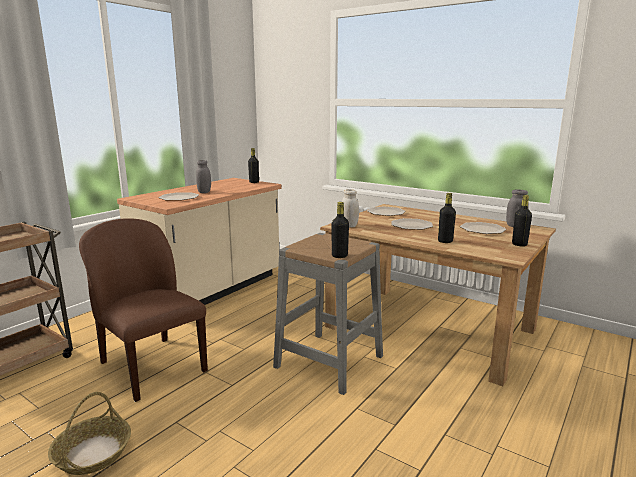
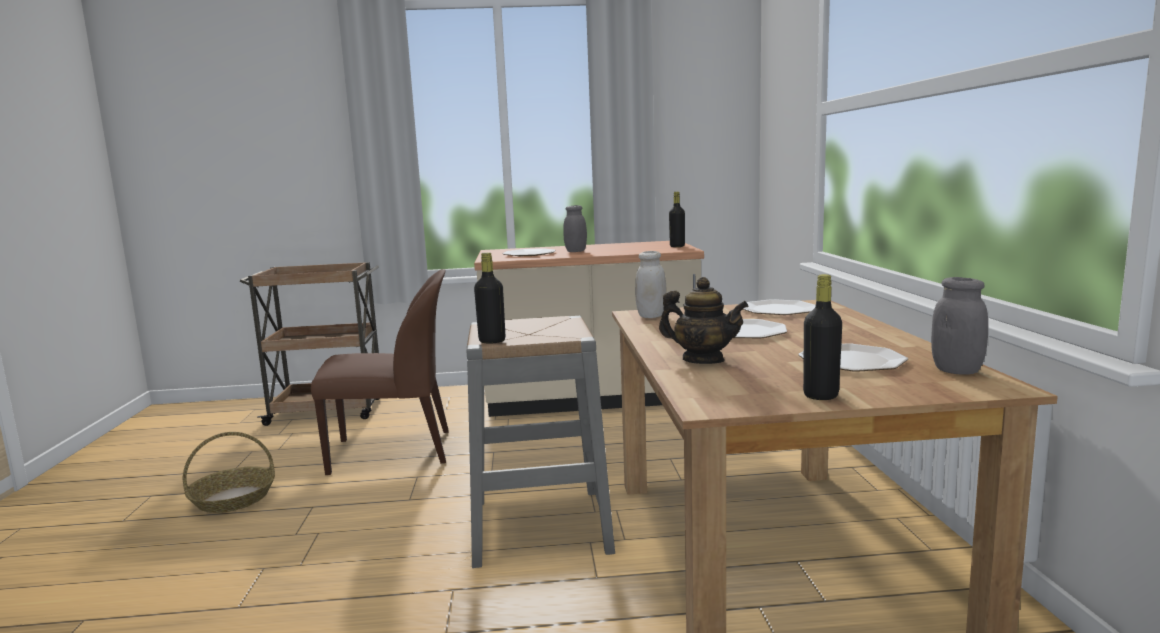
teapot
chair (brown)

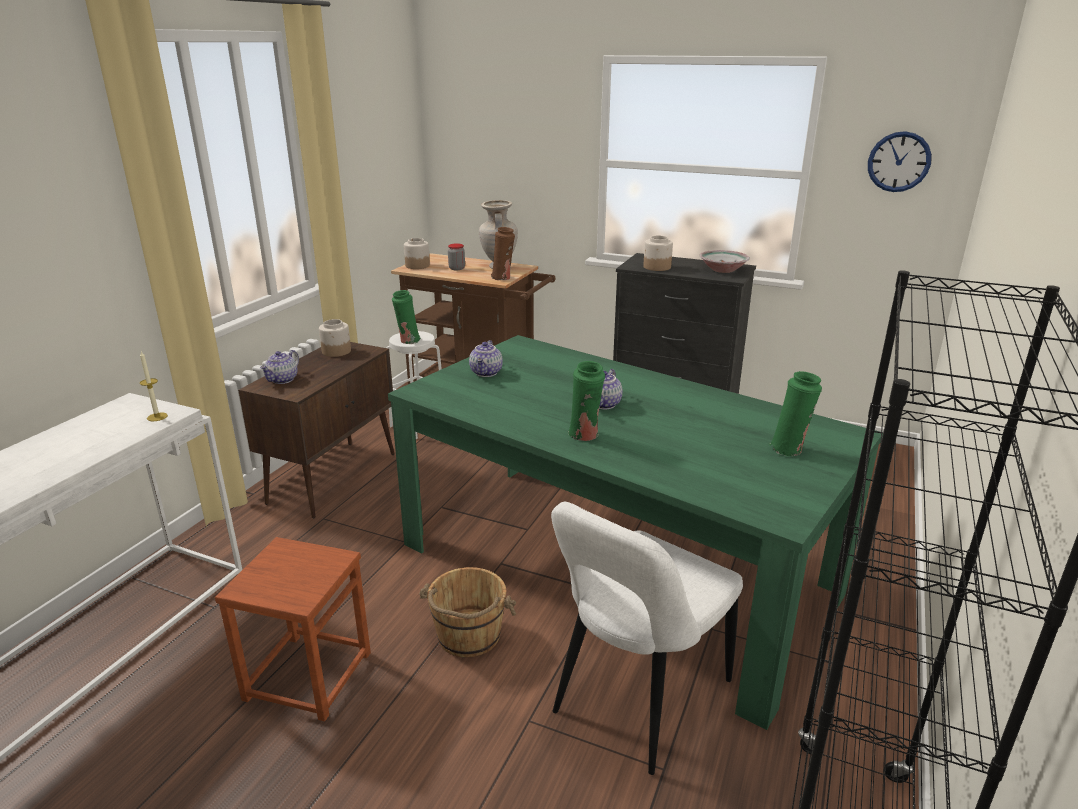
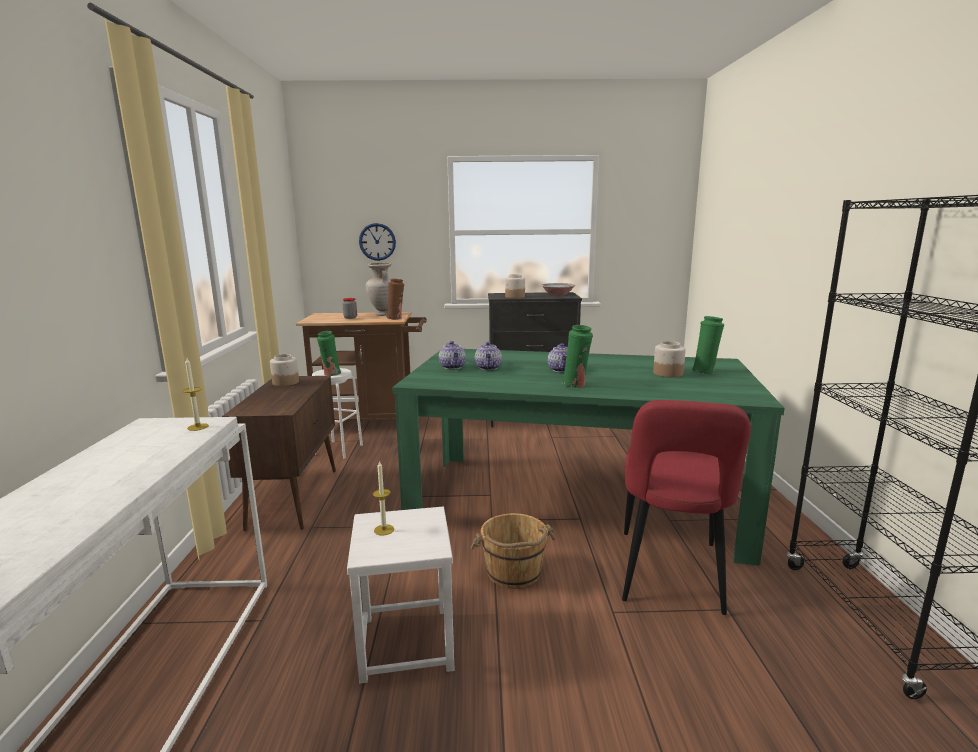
wall clock
jar (4th from left)
teapot (2nd from left)
chair (red)
stool (white) (2nd from left)
candle (2nd from left)

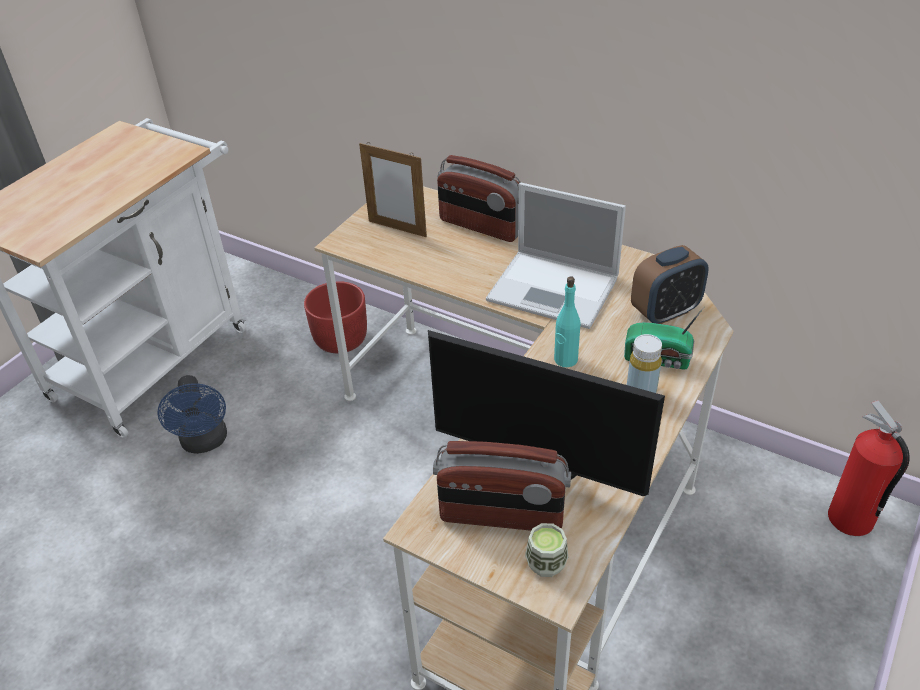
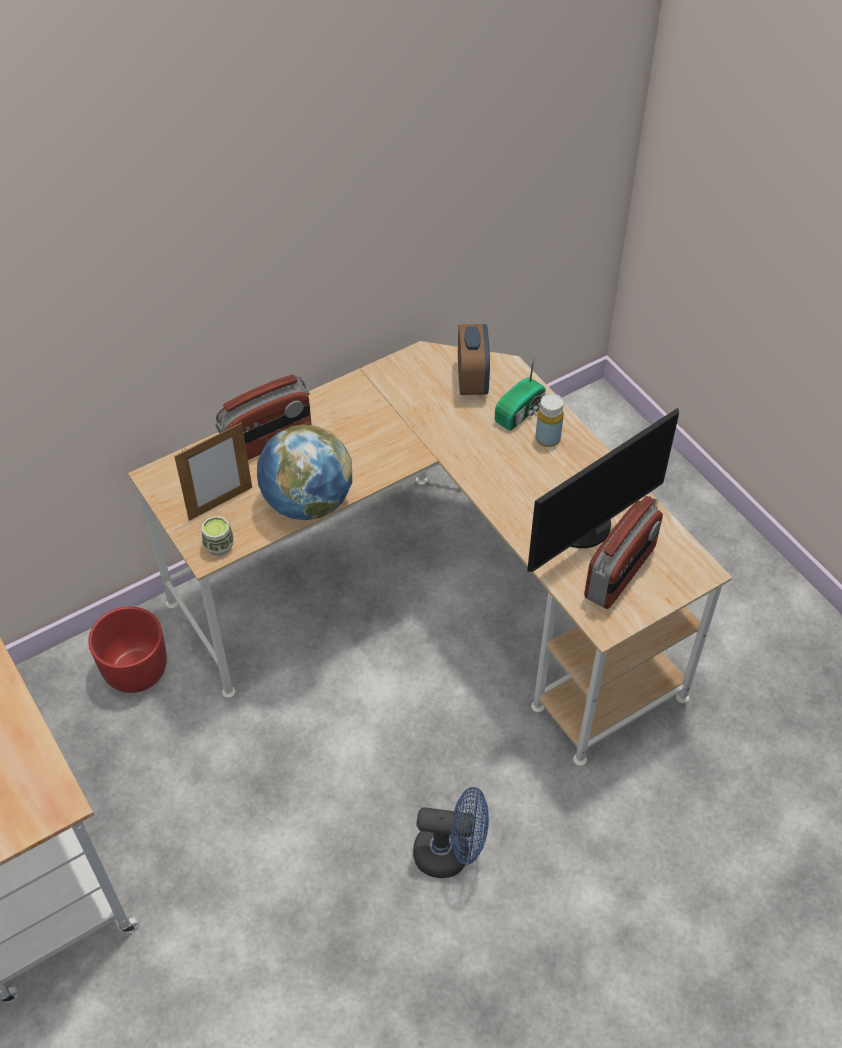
laptop
bottle (turquoise)
fan (blue)
fire extinguisher
cup
globe

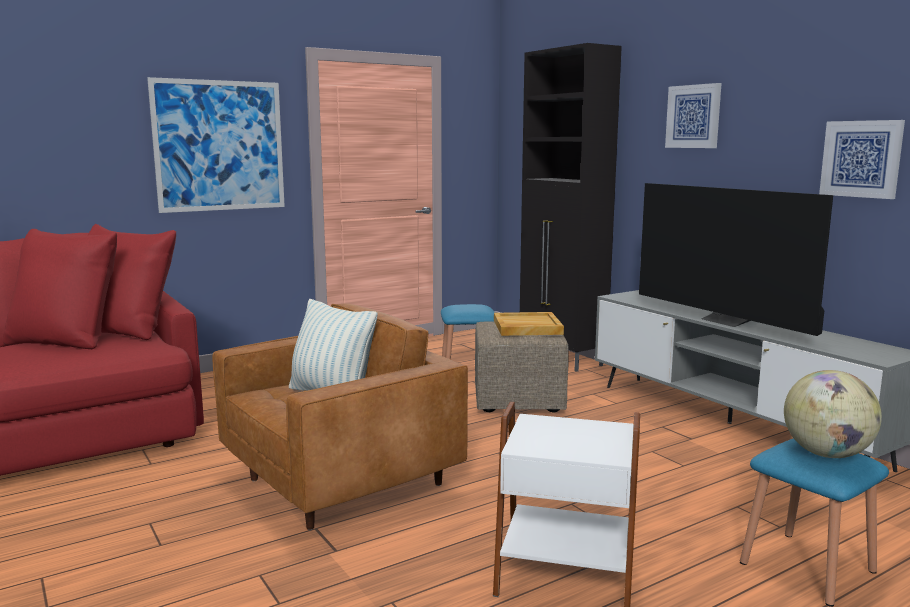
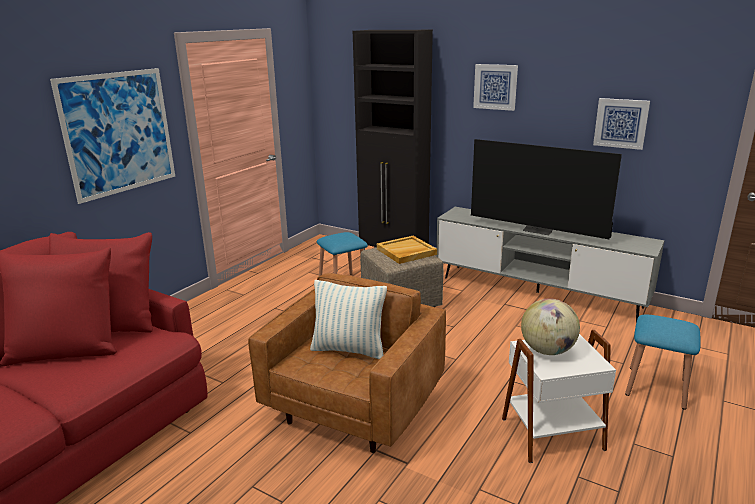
globe

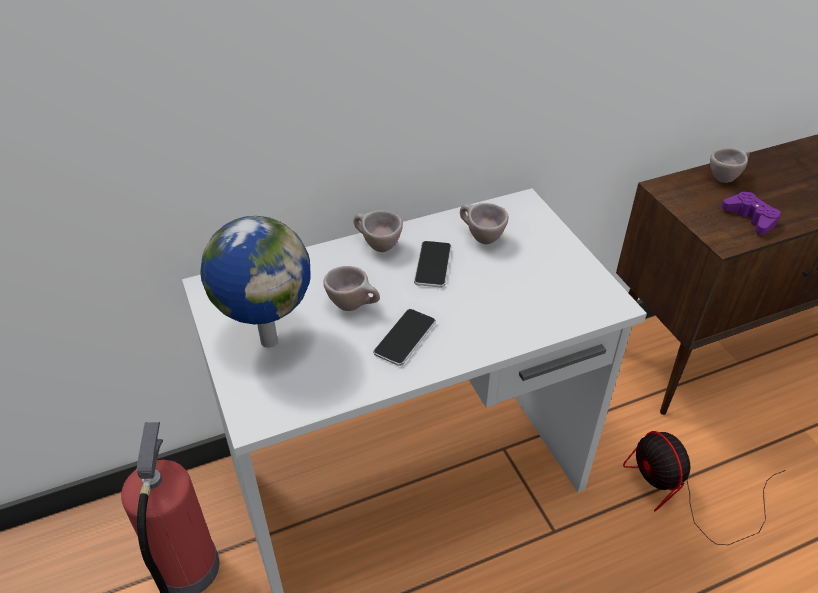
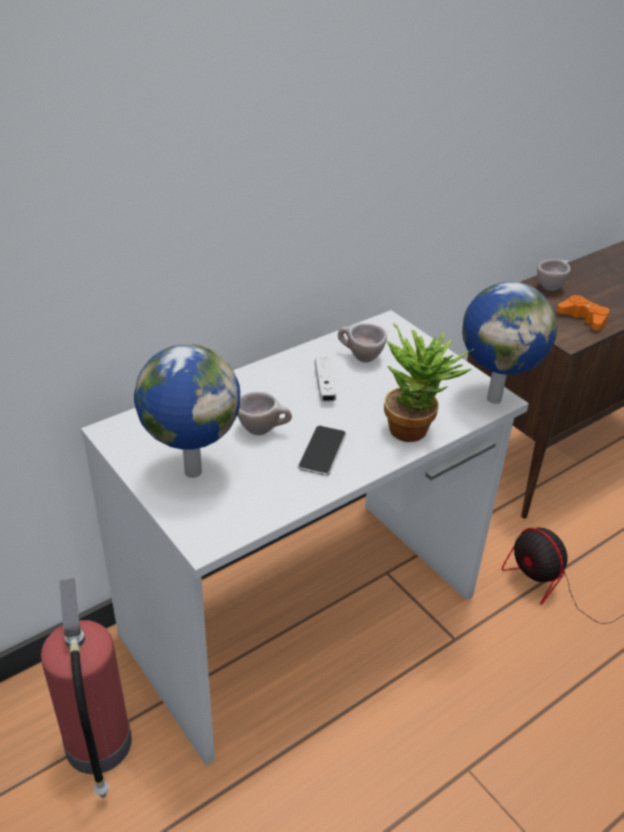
game controller (orange)
cup (beige) (2nd from left in the first image)
game controller (white)
globe (2nd from left)
potted plant

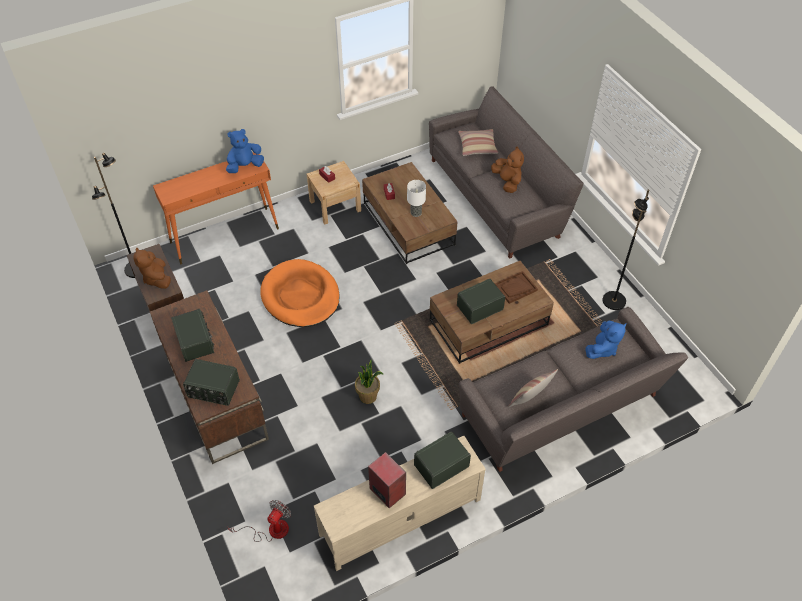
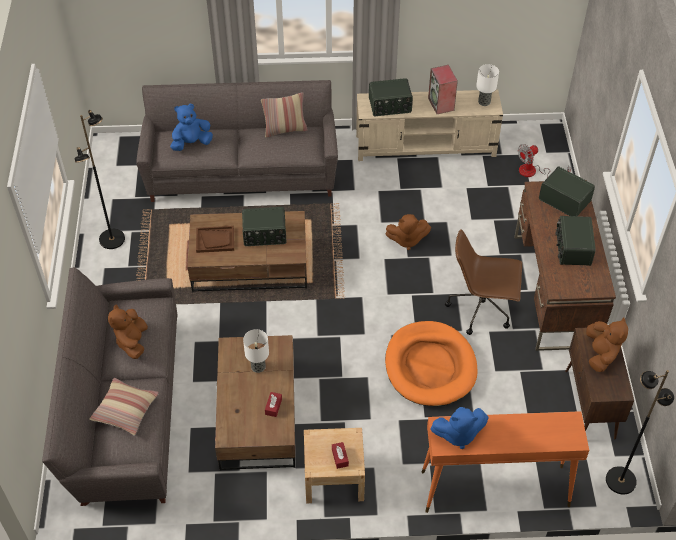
plush toy (brown) (2nd from left)
table lamp (2nd from left)
office chair (brown)

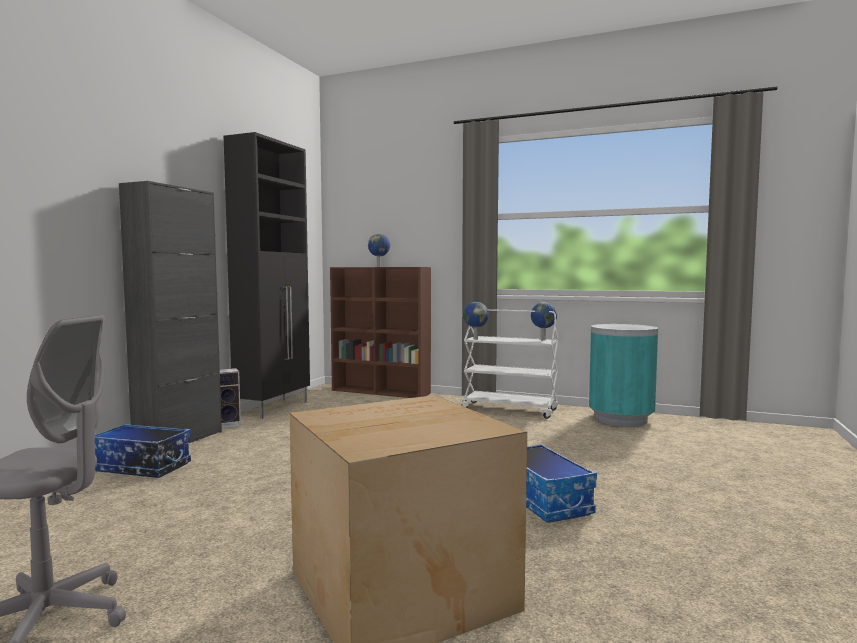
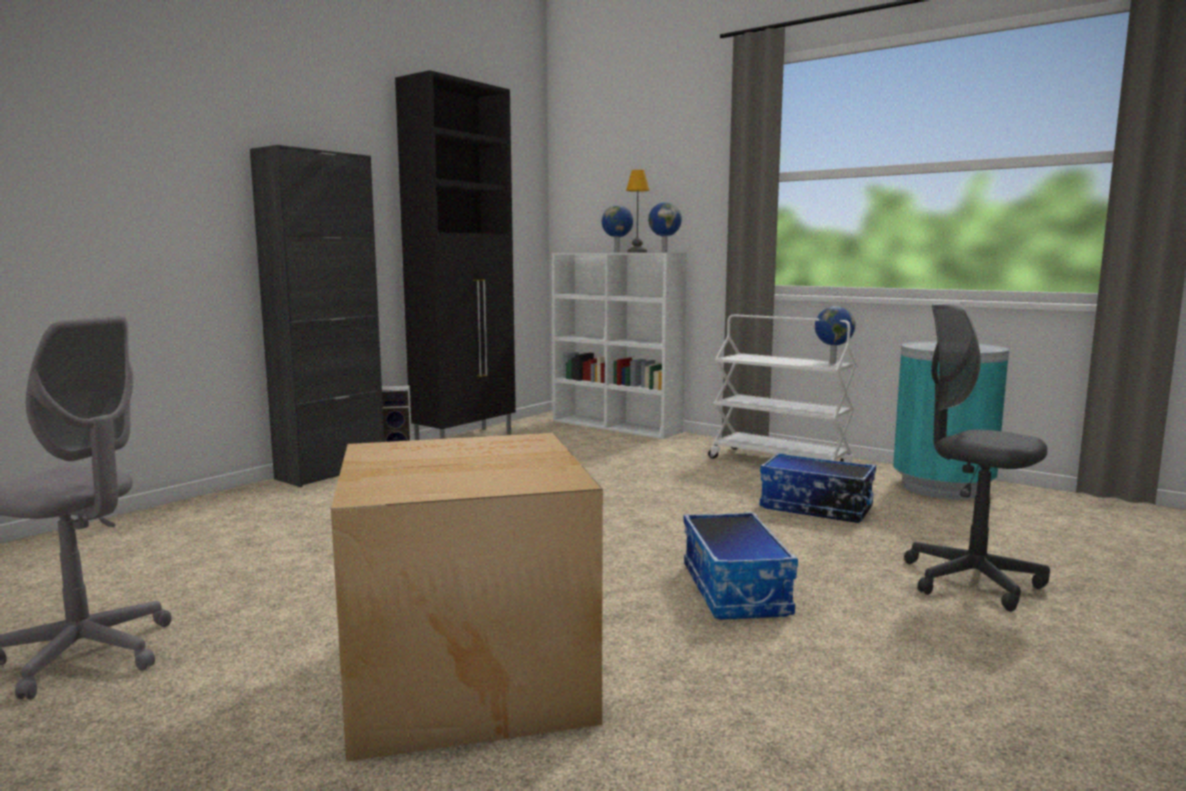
bookcase (white)
globe (2nd from left)
storage box (2nd from left)
table lamp
office chair (grey) (2nd from left)

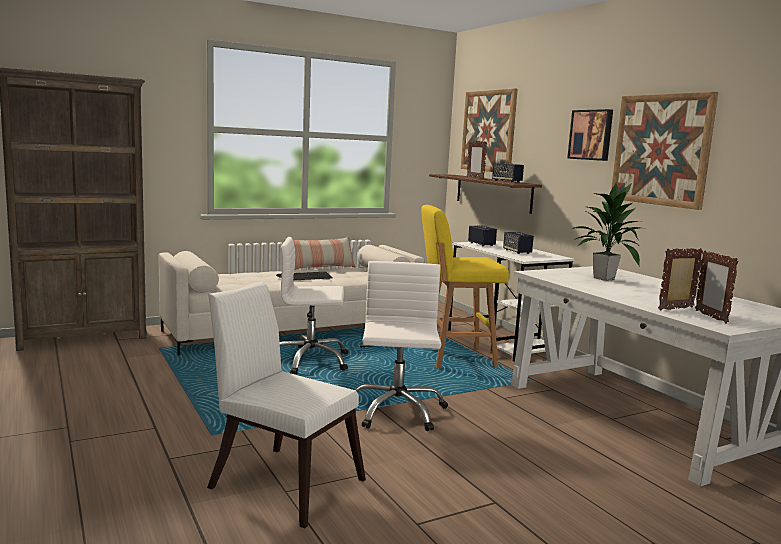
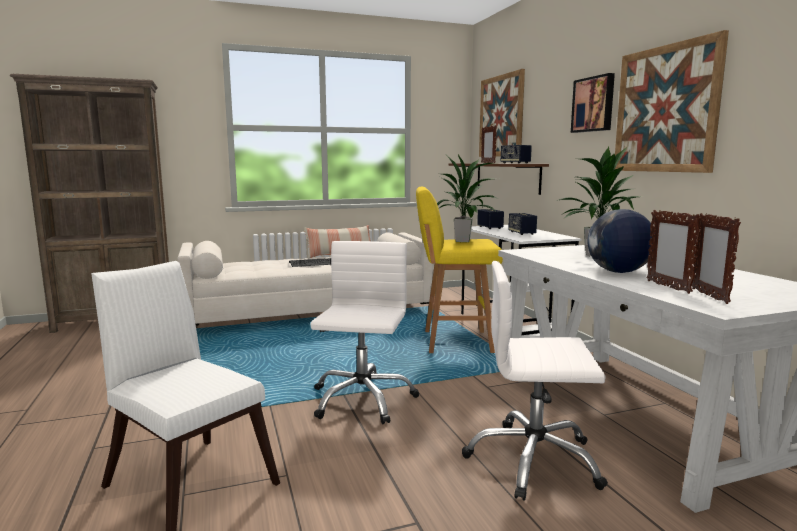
office chair (white) (2nd from left)
picture frame (2nd from left)
potted plant (1st from left)
globe

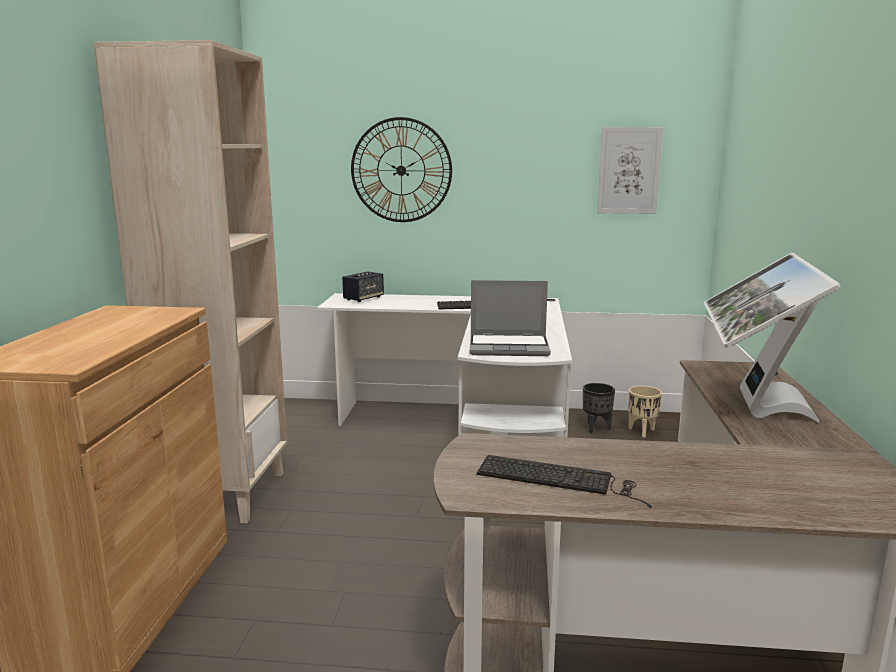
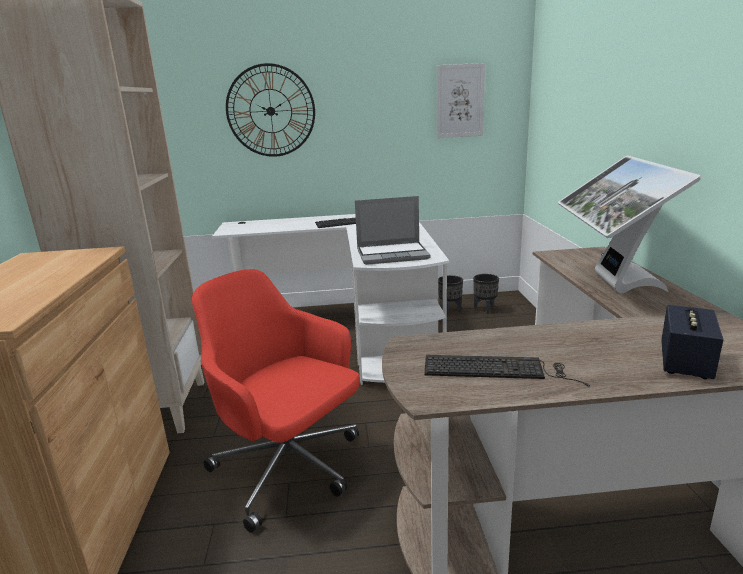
speaker
planter (black) (2nd from left)
office chair (red)

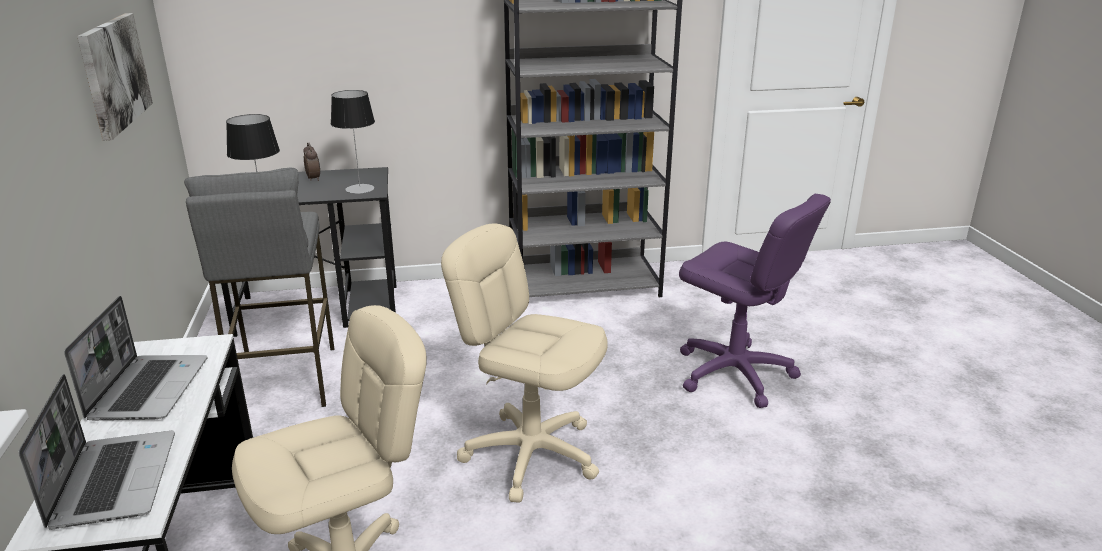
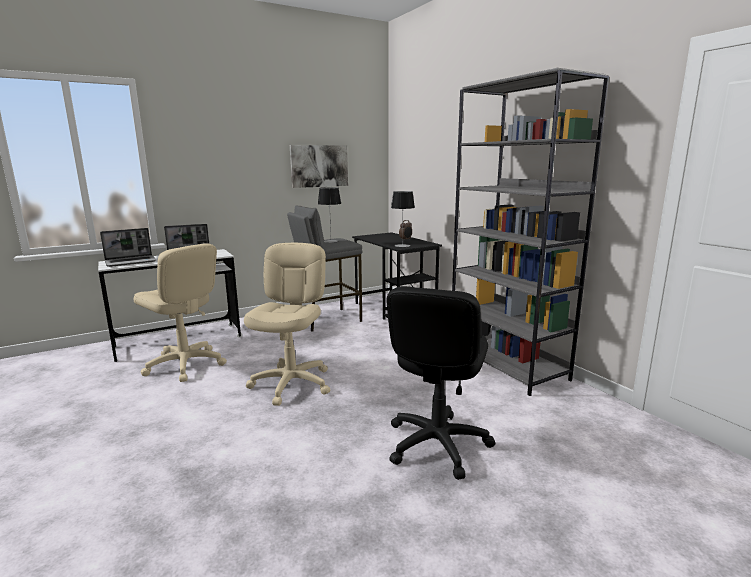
office chair (black)

